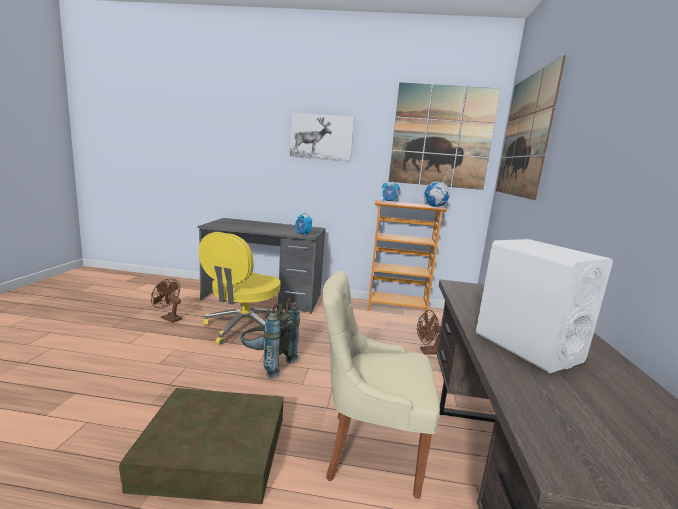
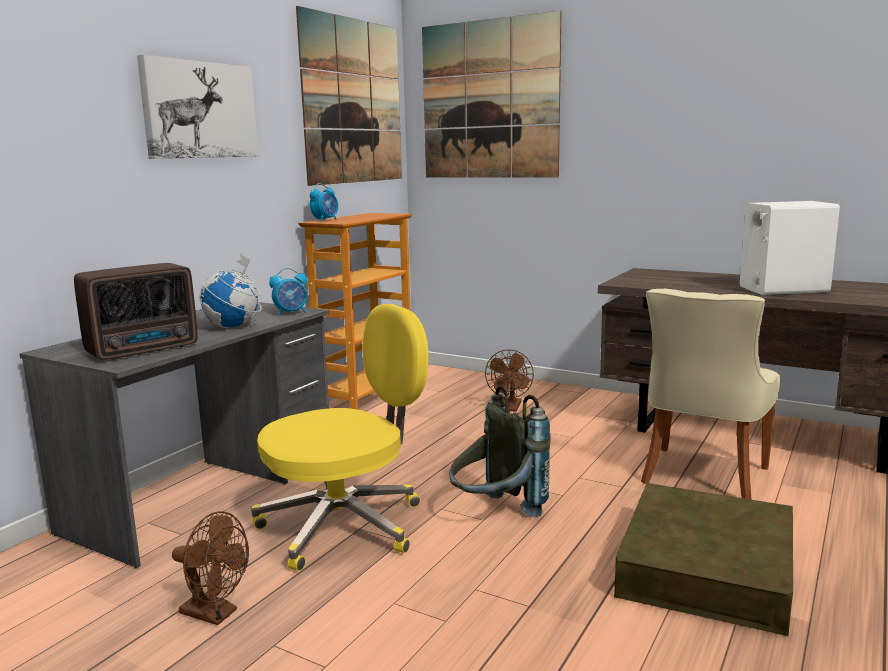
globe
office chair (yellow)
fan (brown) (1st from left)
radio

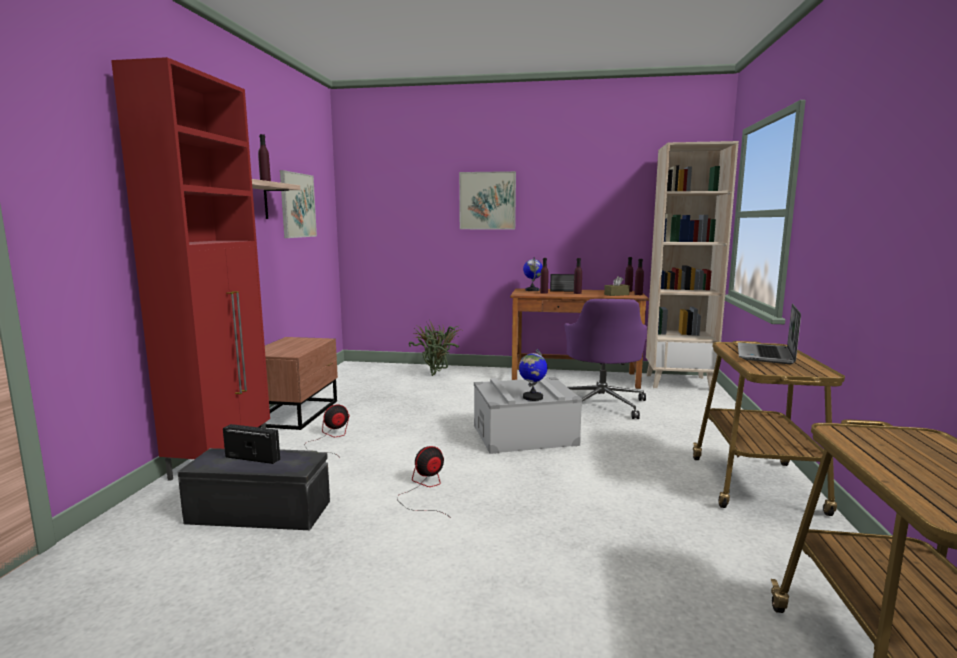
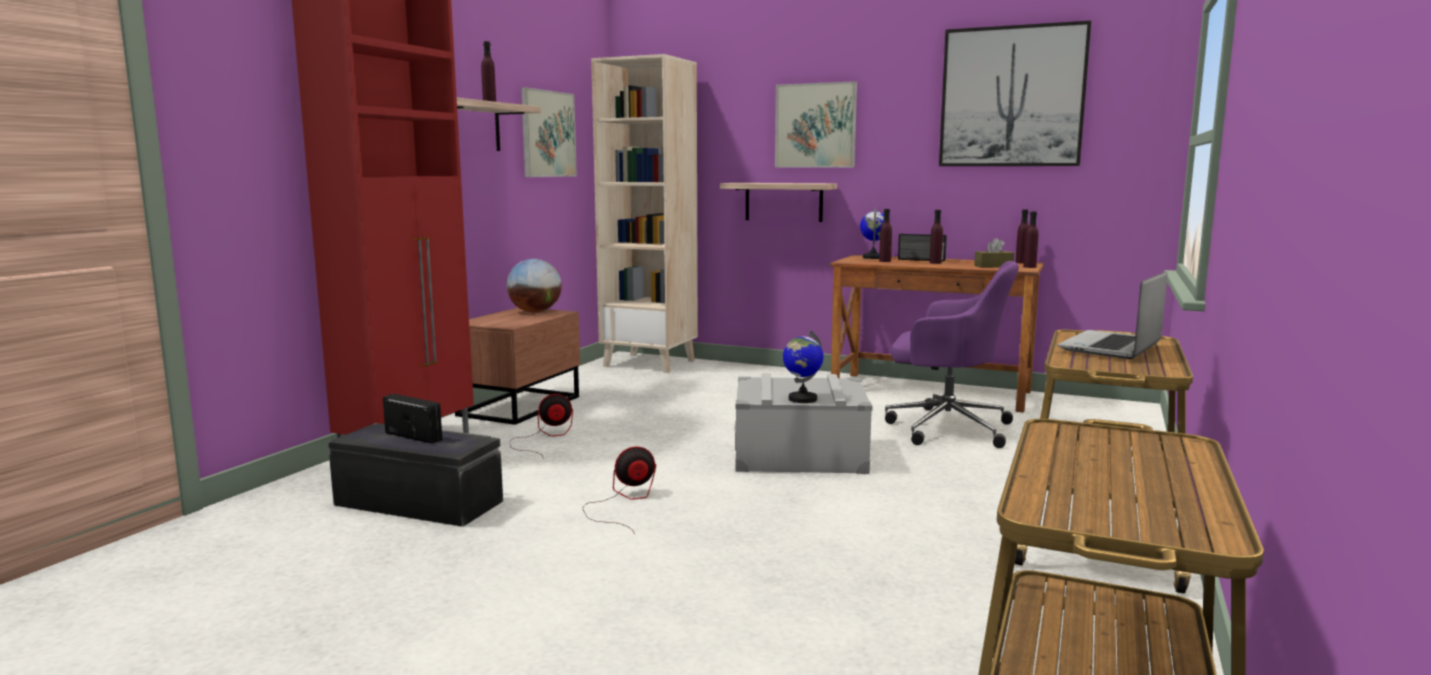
bookcase (beige)
office chair (purple)
potted plant
picture (3rd from left)
shelf (2nd from left)
globe (1st from left)

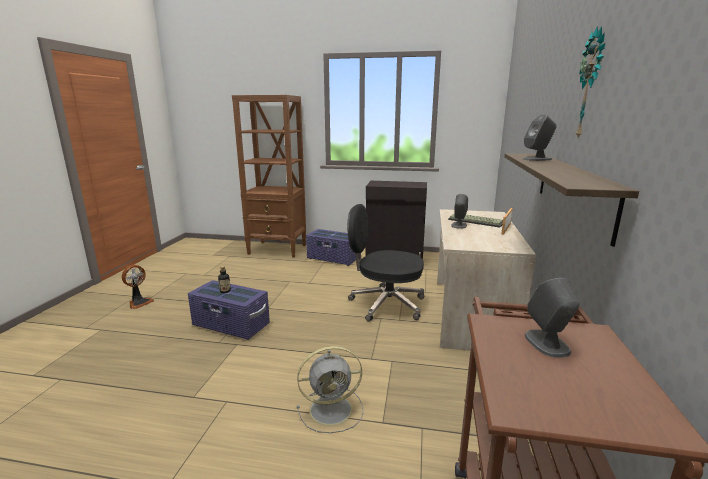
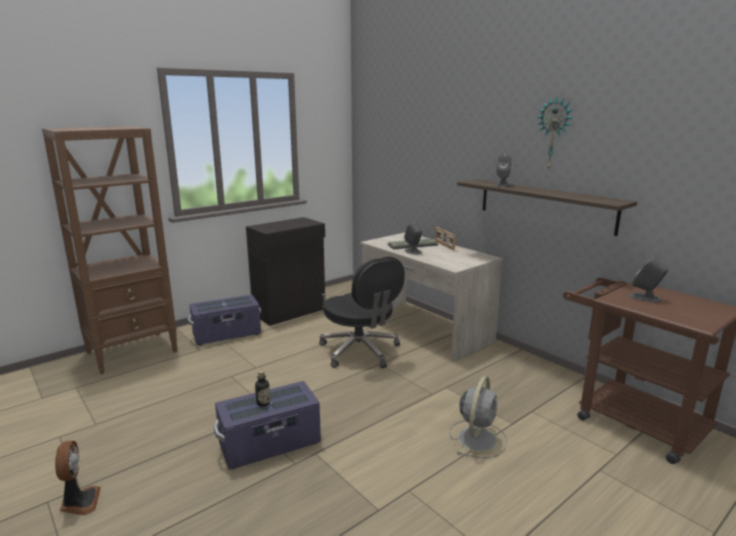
office chair (black)

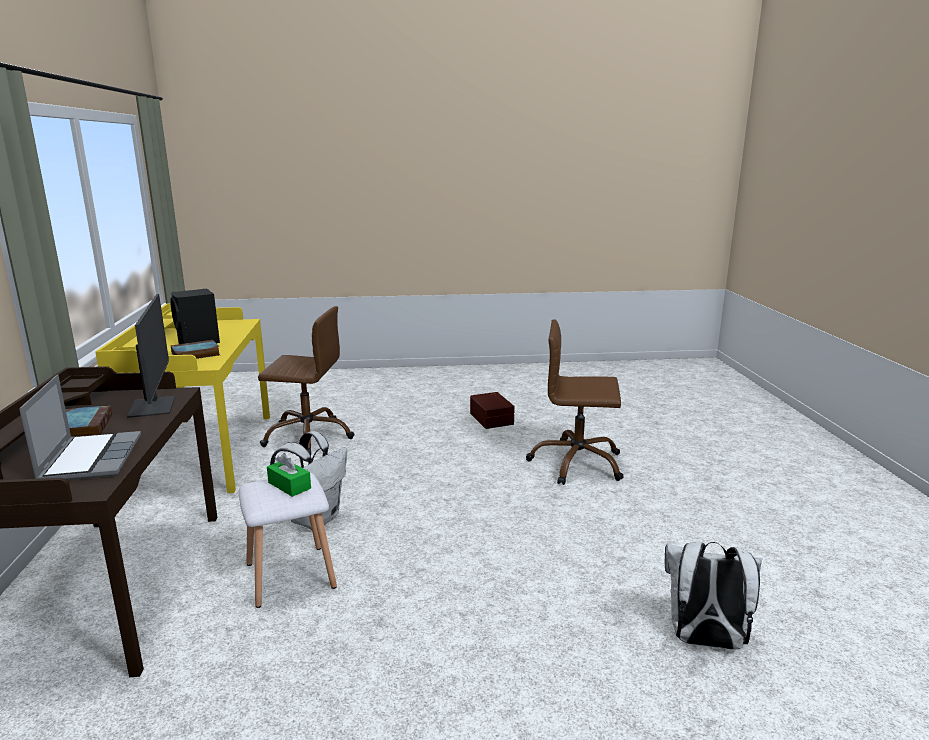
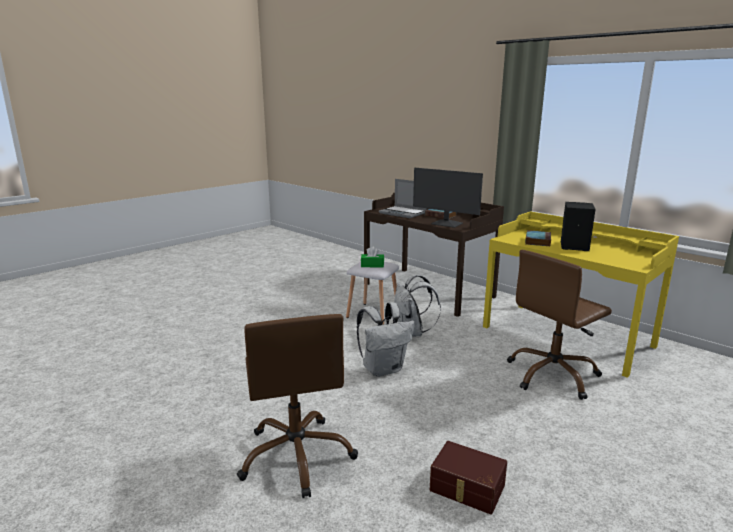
office chair (brown) (1st from left)
backpack (white) (1st from left)

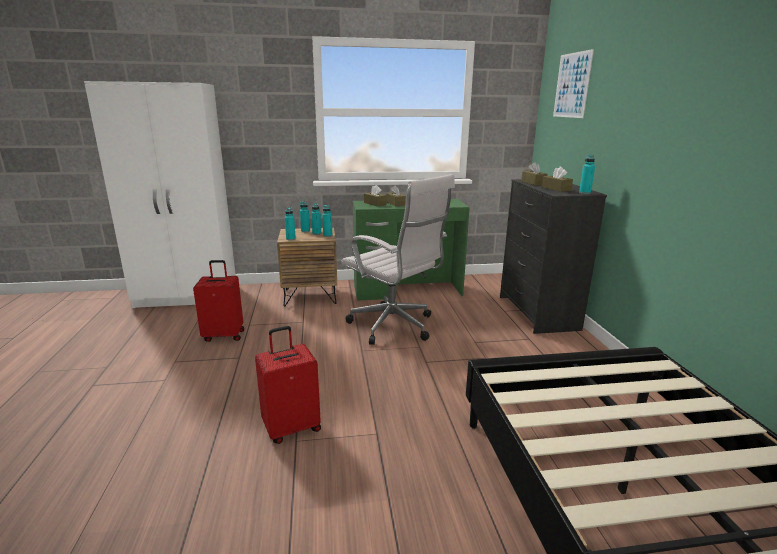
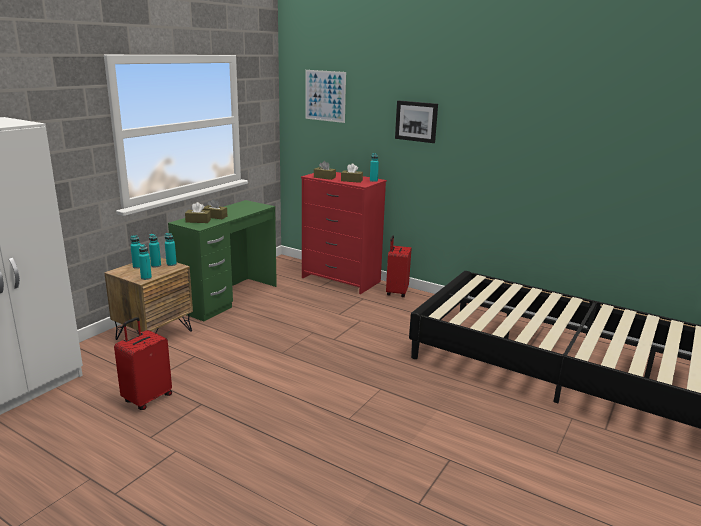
office chair (white)
dresser (red)
suitcase (red) (2nd from left)
picture (2nd from left)

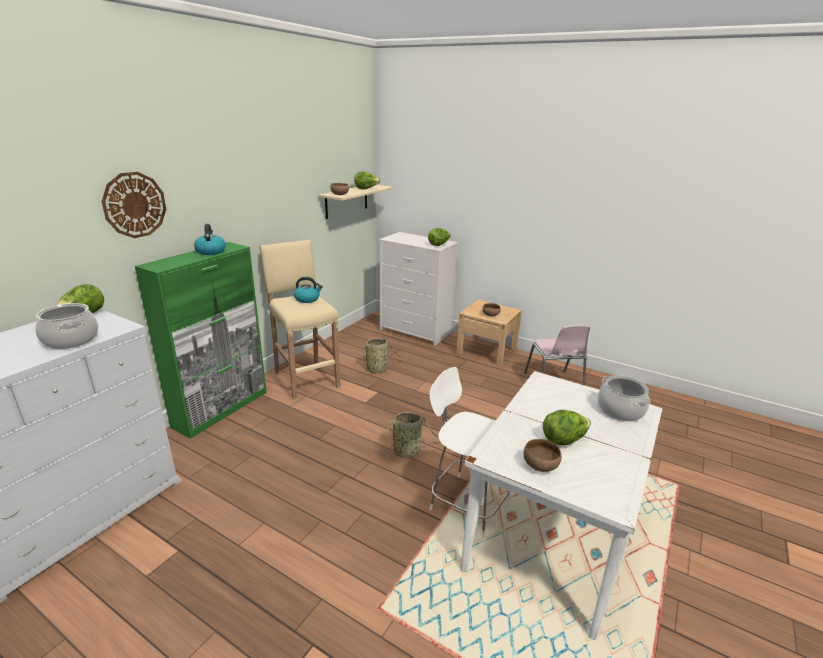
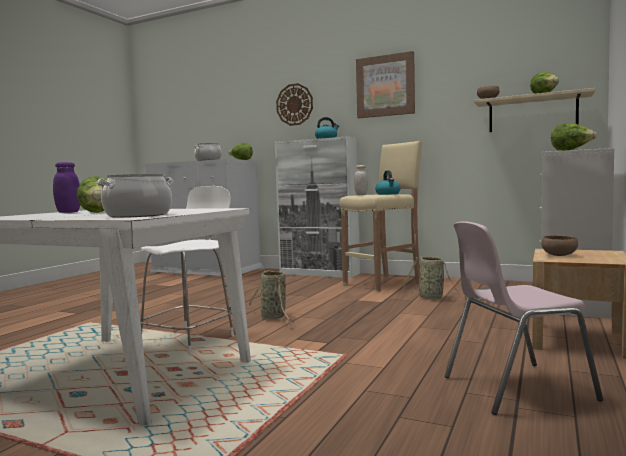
cabinet (white)
jar (purple)
picture
jar (white)

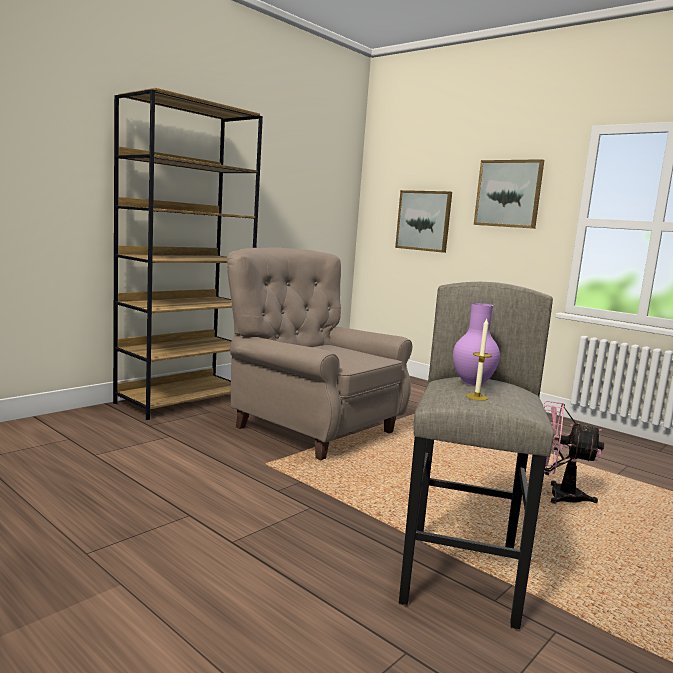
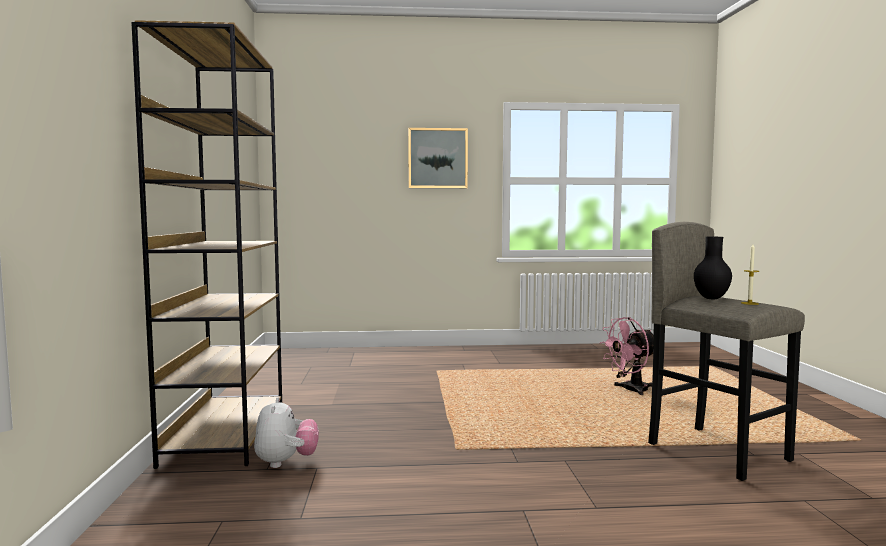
picture (1st from left in the first image)
armchair (beige)
vase (black)
plush toy

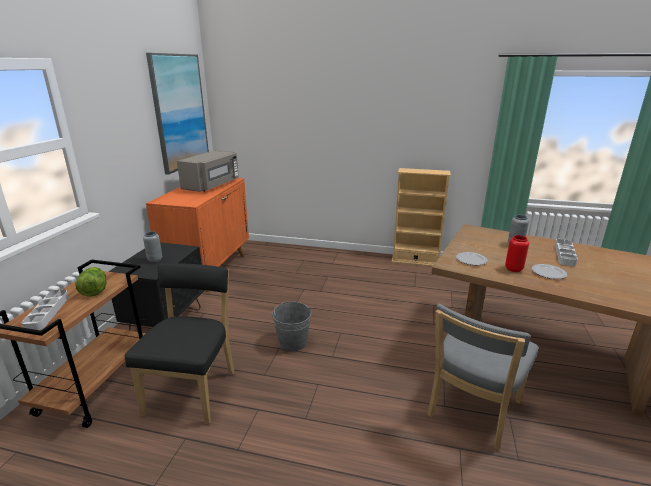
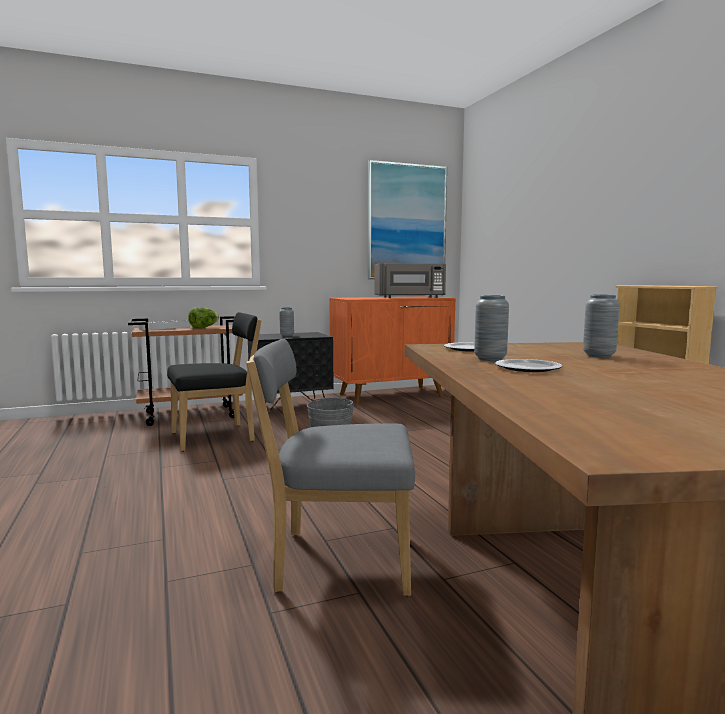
vase (grey) (2nd from left)
tray (grey) (2nd from left in the first image)

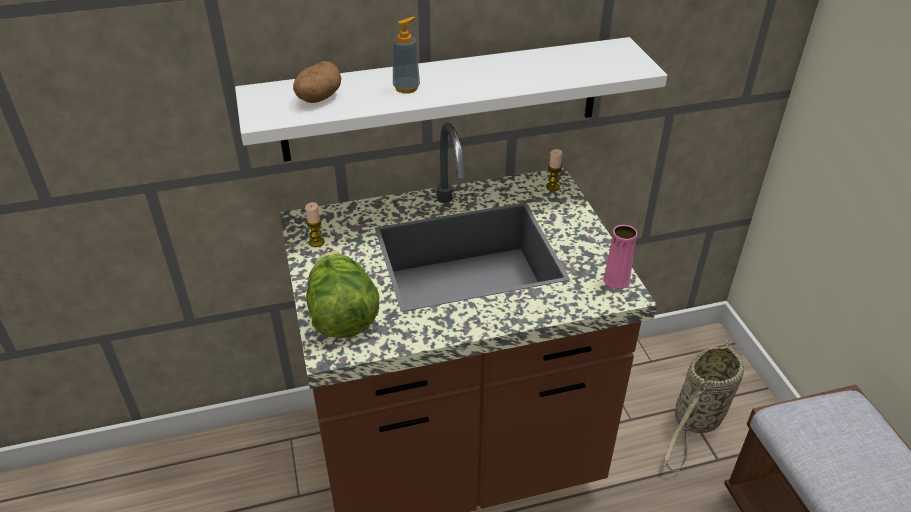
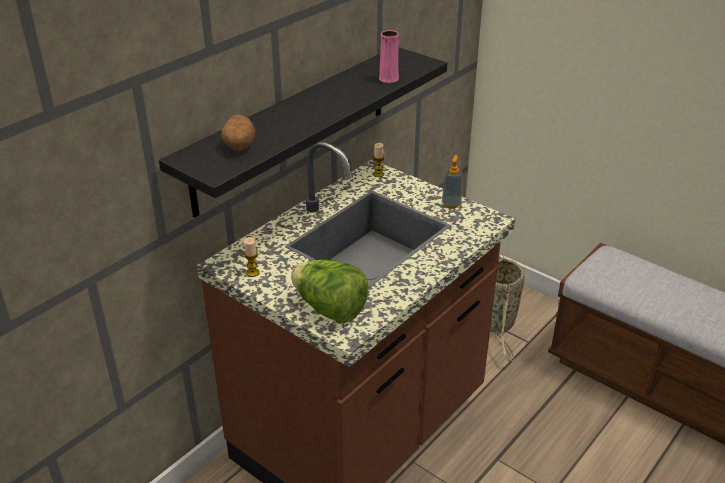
soap dispenser
shelf (black)
vase (pink)

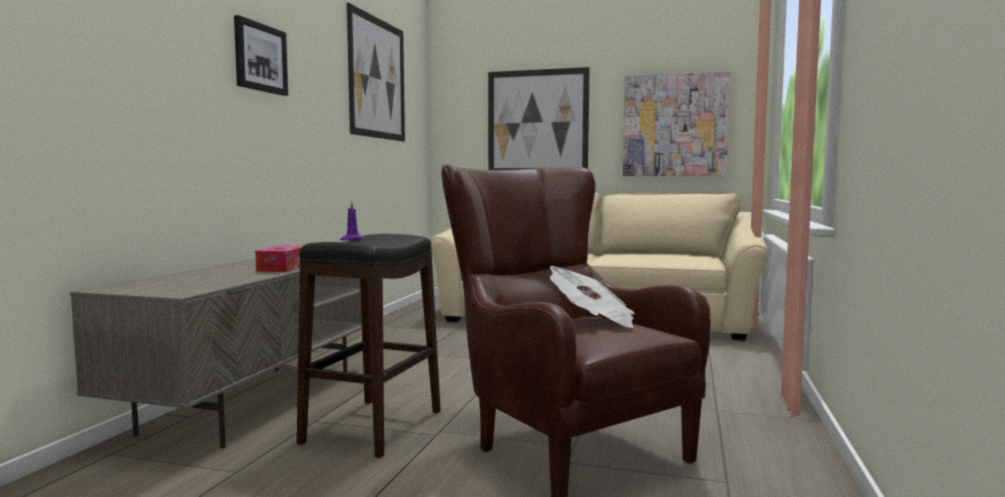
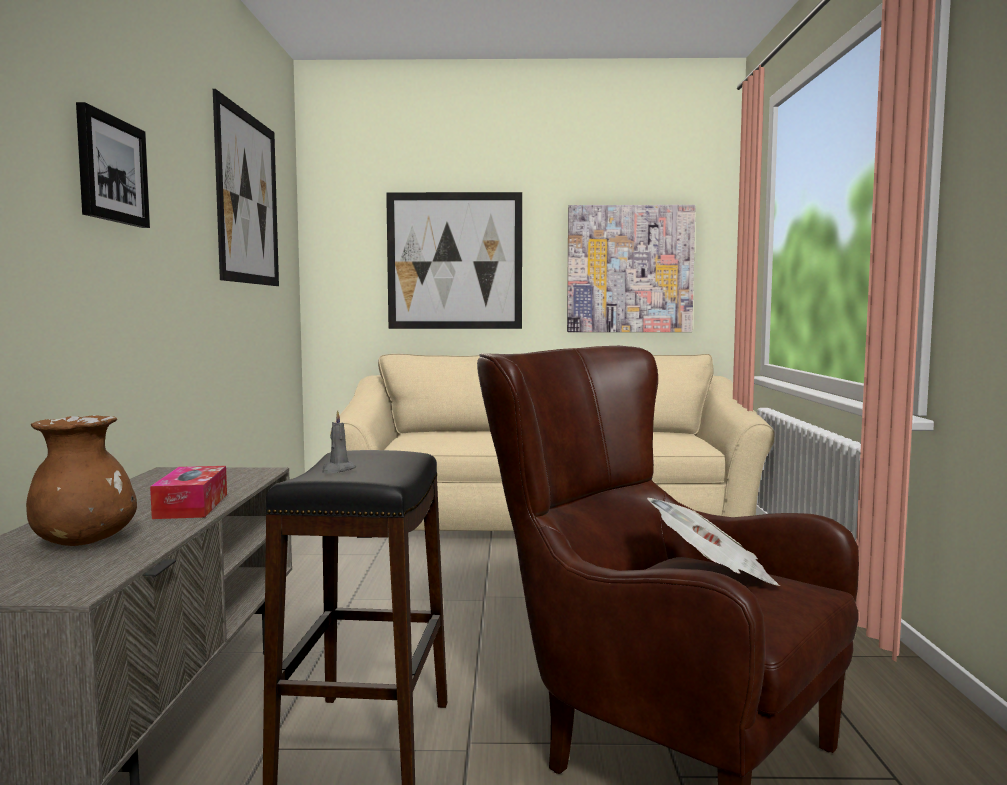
candle (grey)
vase (brown)

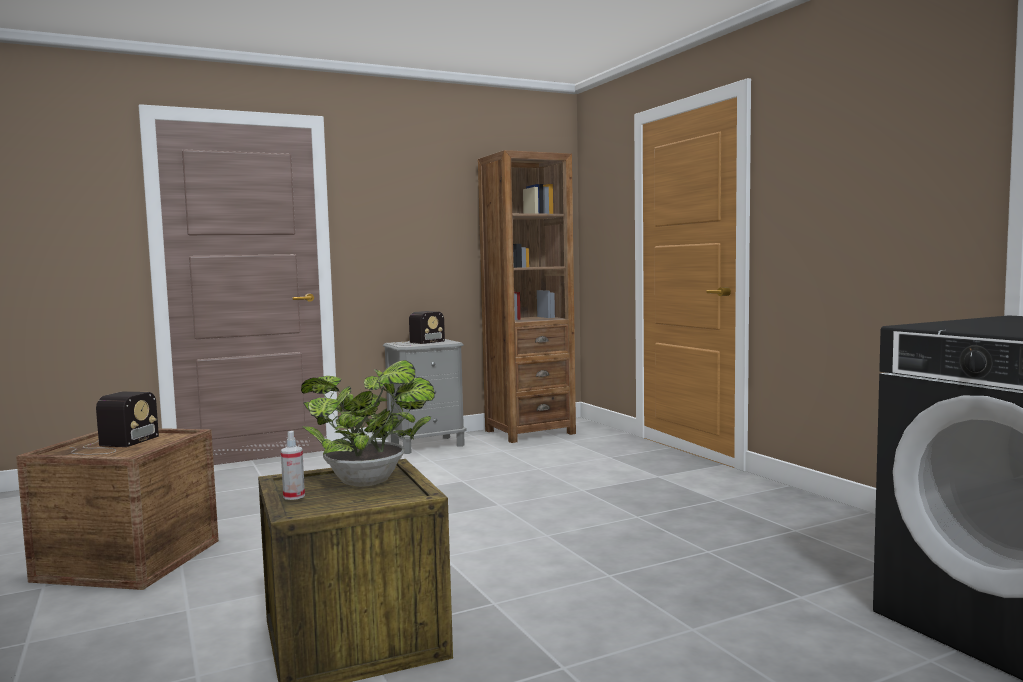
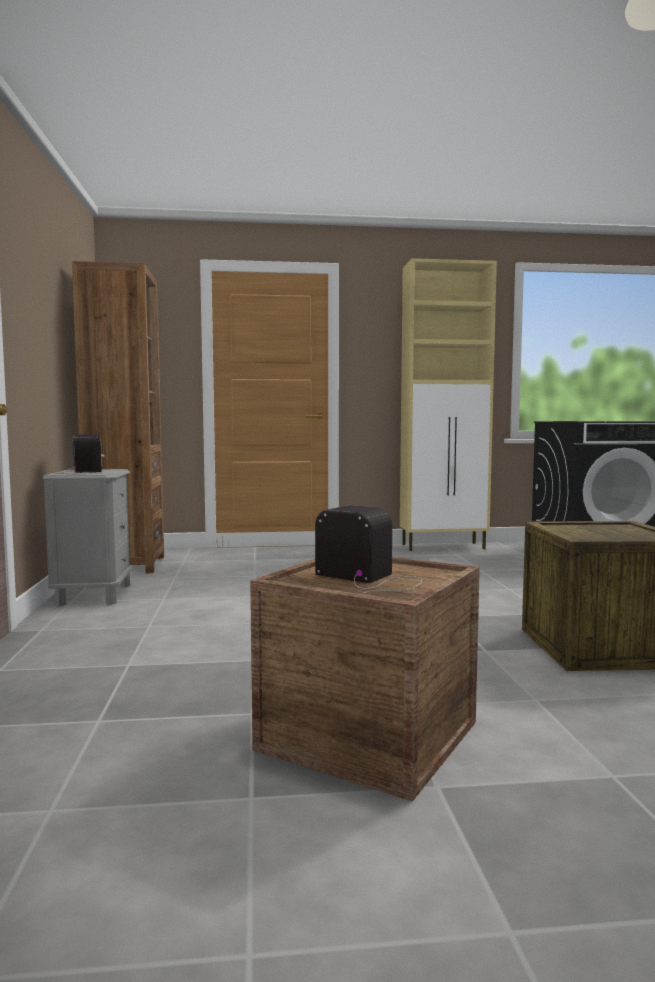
potted plant
spray bottle
cabinet (beige)

